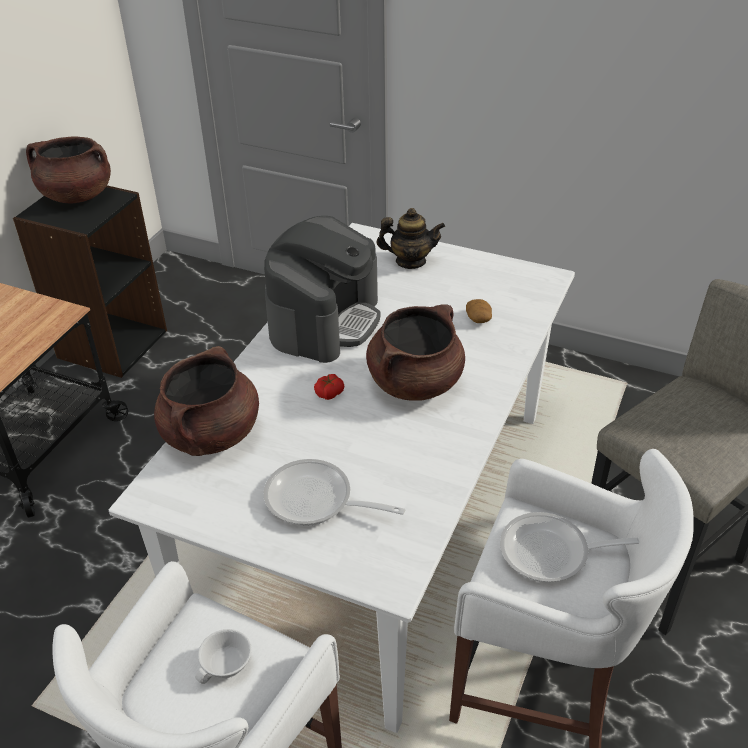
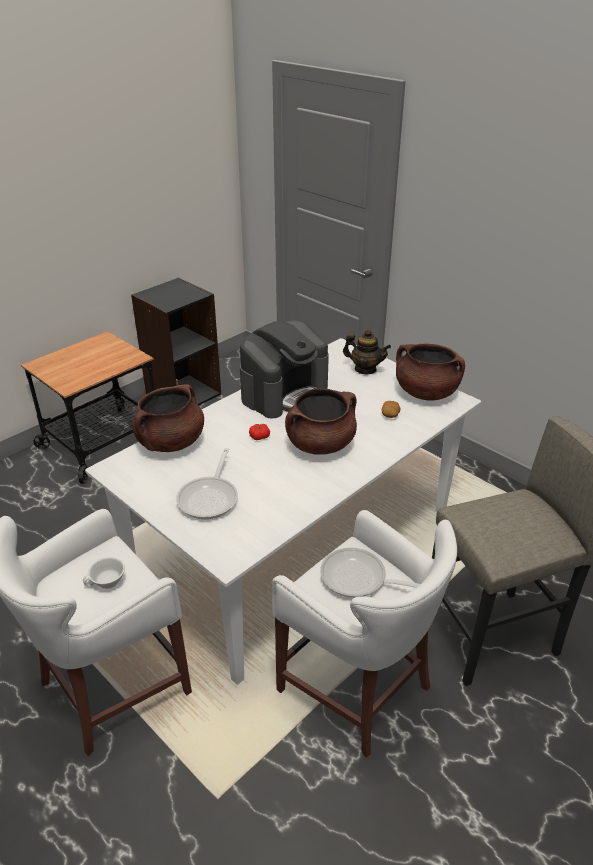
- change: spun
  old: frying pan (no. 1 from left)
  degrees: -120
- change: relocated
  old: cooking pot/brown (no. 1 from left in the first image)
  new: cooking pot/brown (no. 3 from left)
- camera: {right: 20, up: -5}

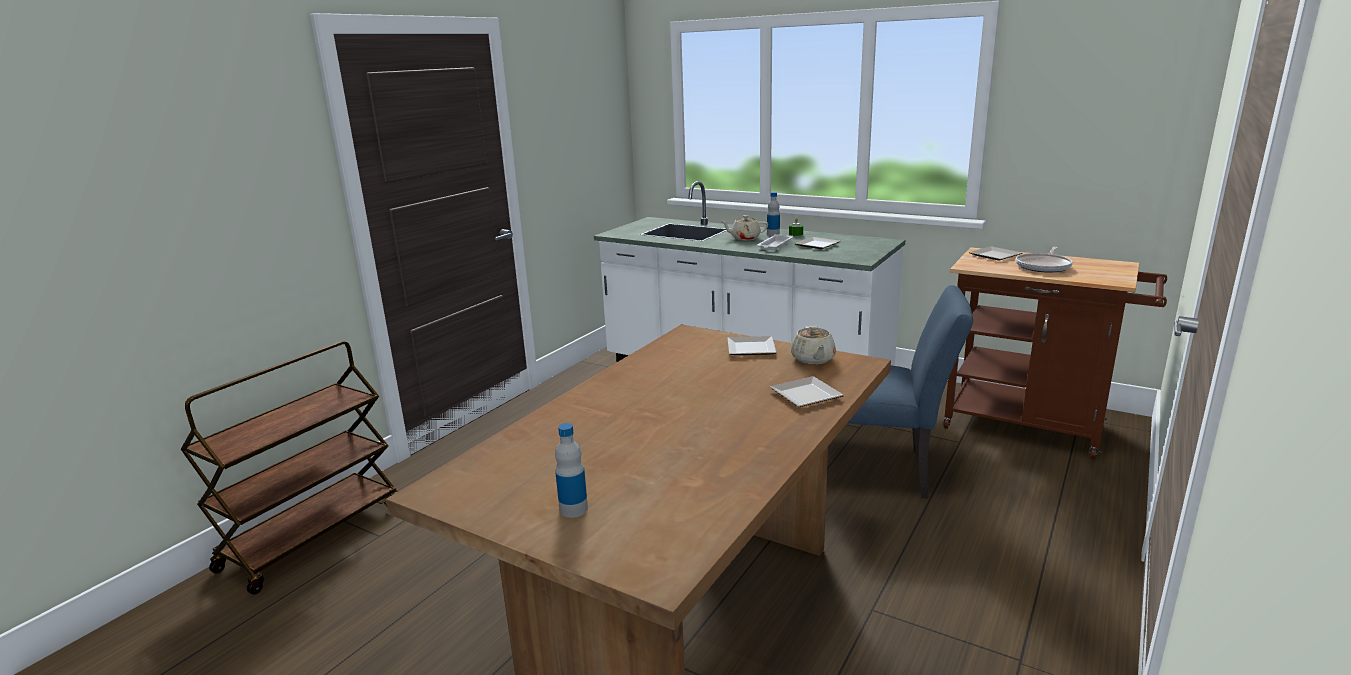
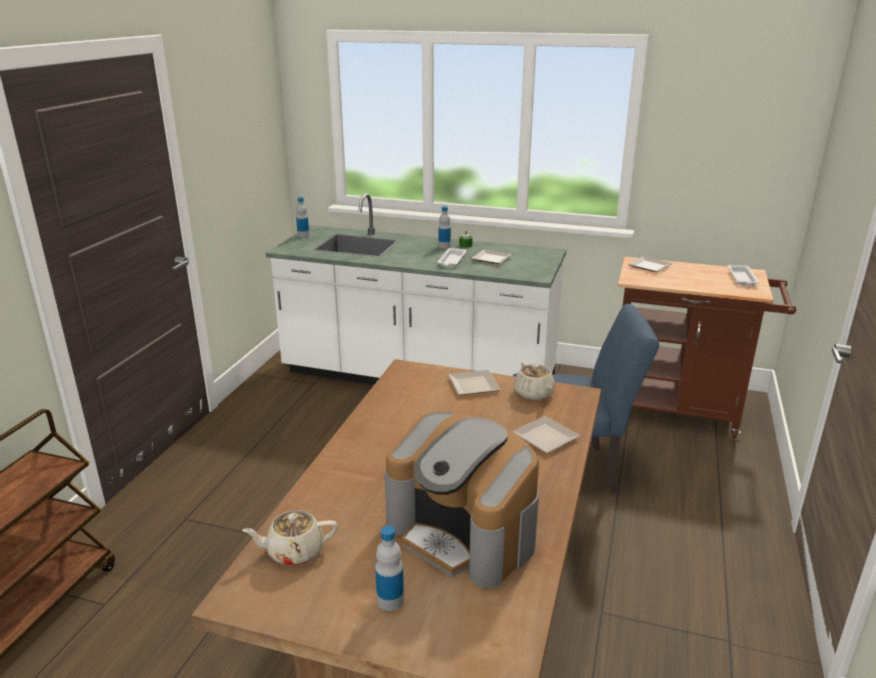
- change: relocated
  old: teapot/beige (no. 1 from left)
- change: appeared
  new: bottle (no. 1 from left)
- change: appeared
  new: coffee machine
- change: appeared
  new: tray/white (no. 2 from left)
- change: missing
  old: frying pan
- camera: {right: -15, up: 5}

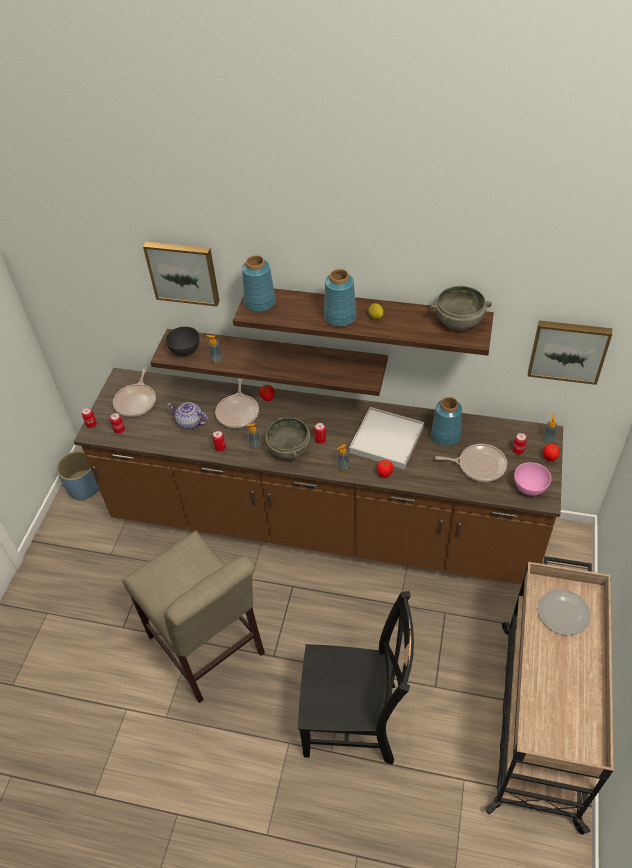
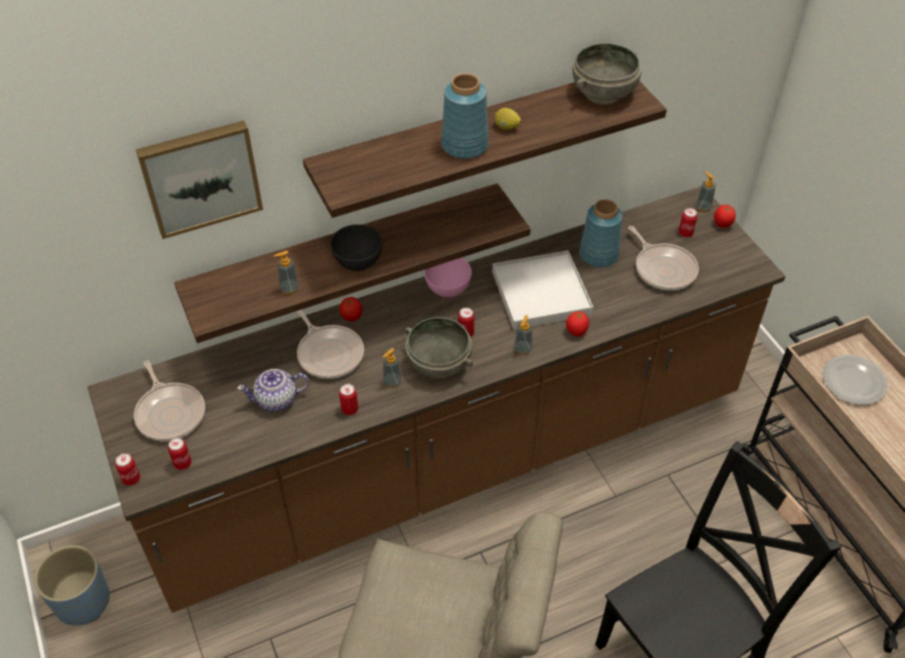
- change: relocated
  old: bowl/grey (no. 1 from left)
- change: relocated
  old: bowl/pink
- change: spun
  old: frying pan (no. 3 from left)
  degrees: 90
- change: missing
  old: vase/blue (no. 1 from left)
- change: missing
  old: picture (no. 2 from left)
- camera: {right: -40, up: 0}

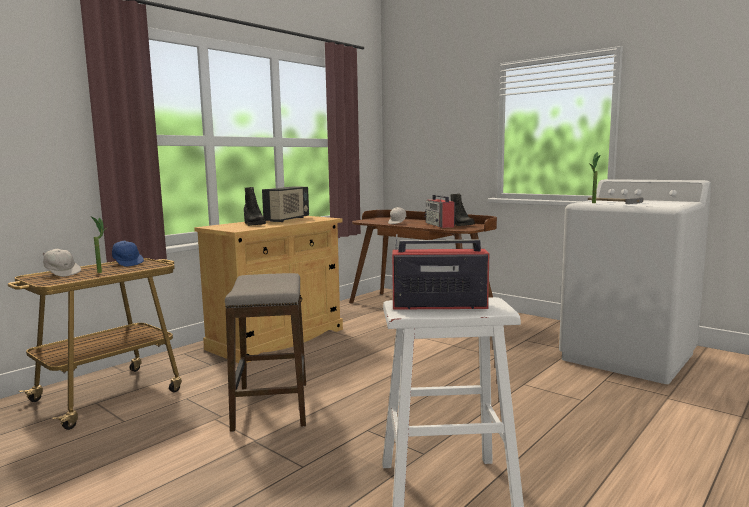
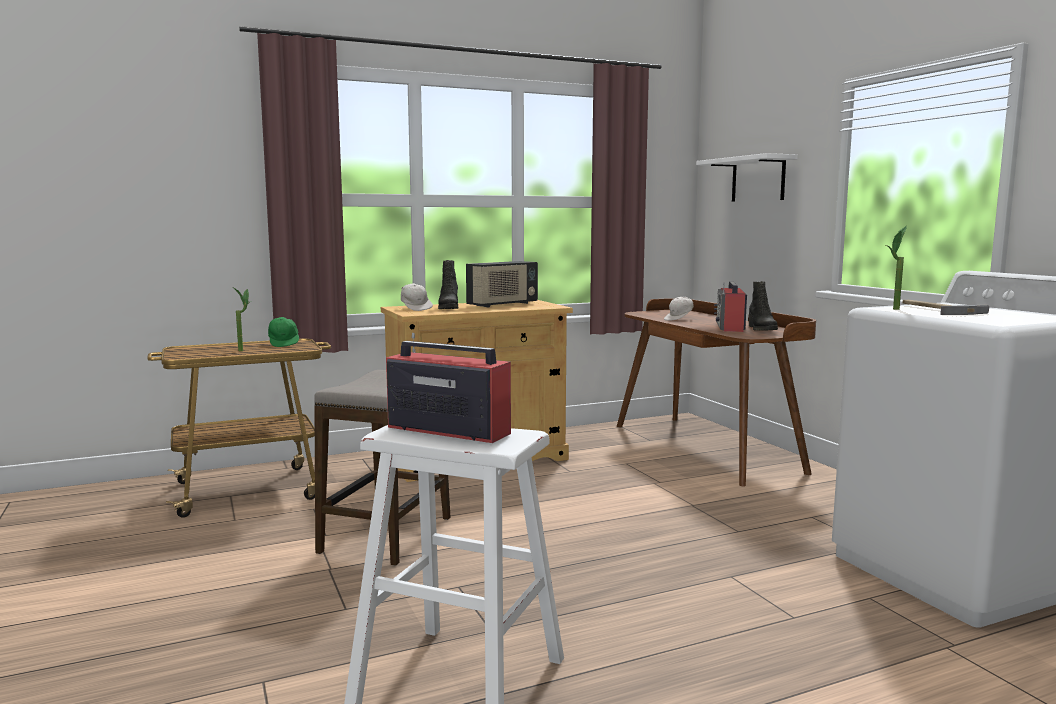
- change: colour
  old: cap/blue
  new: cap/green
- change: relocated
  old: cap/white (no. 1 from left)
- change: appeared
  new: shelf/white
- camera: {right: 25, up: 0}

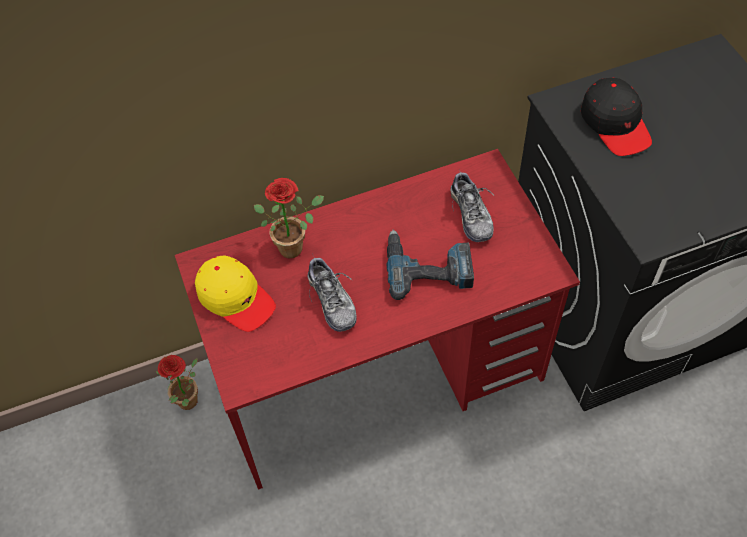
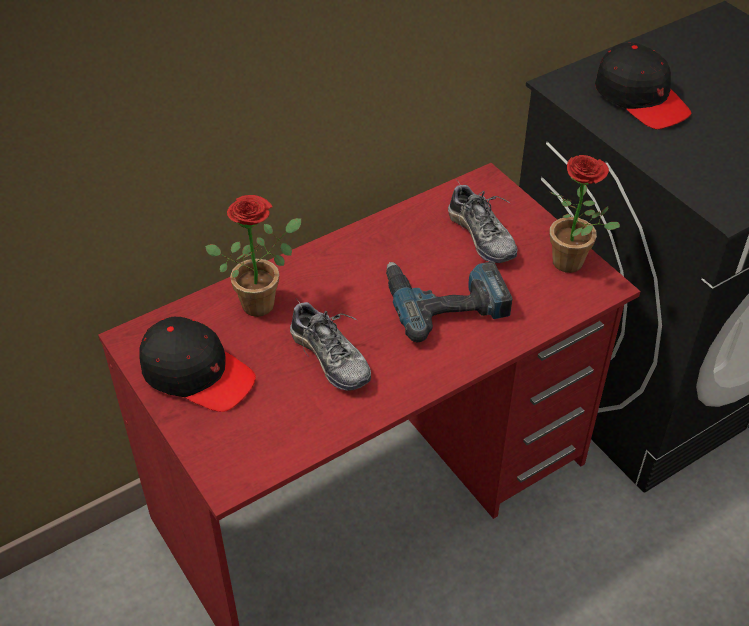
- change: colour
  old: cap/yellow
  new: cap/black (no. 1 from left)
- change: relocated
  old: potted plant (no. 1 from left in the first image)
  new: potted plant (no. 2 from left)
- camera: {right: -15, up: -10}

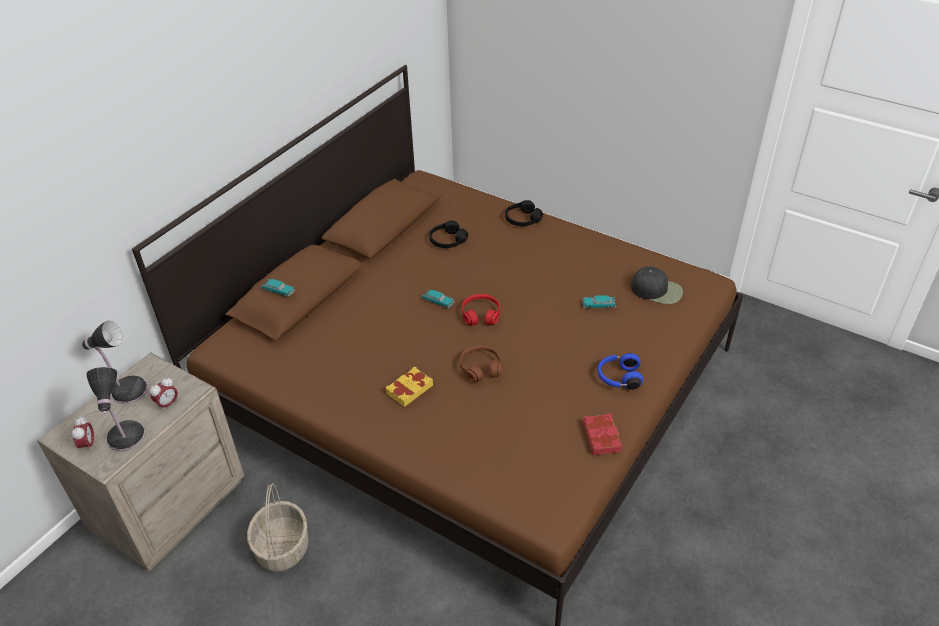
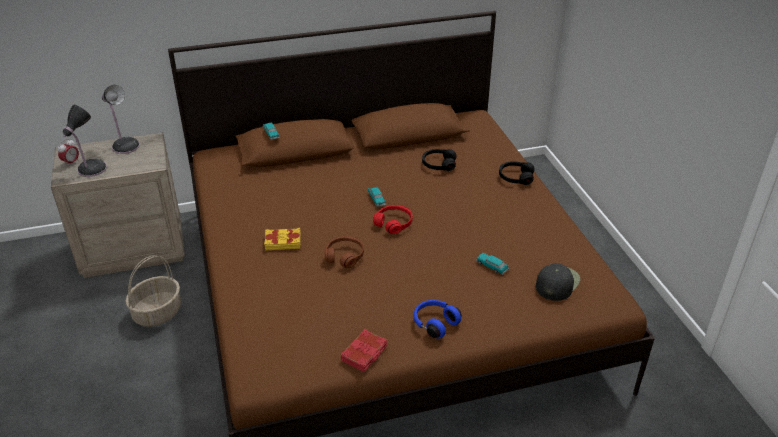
- change: spun
  old: cap/black
  degrees: -120
- change: missing
  old: alarm clock (no. 2 from left)
- camera: {right: 40, up: -5}

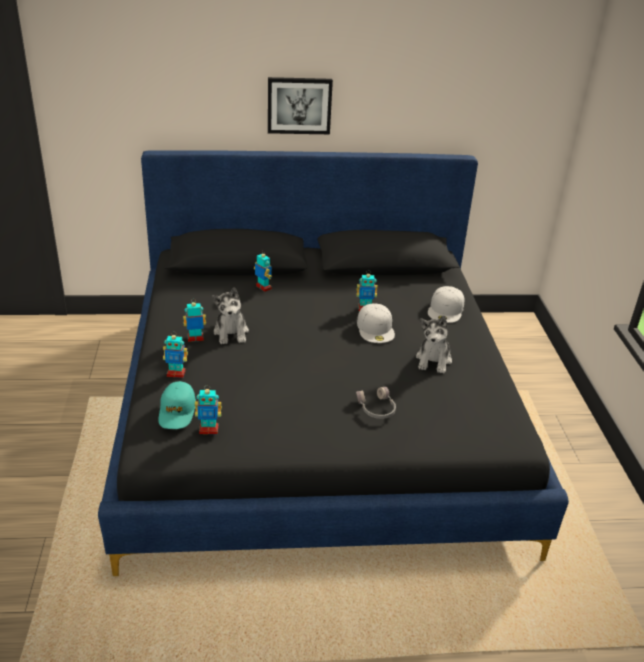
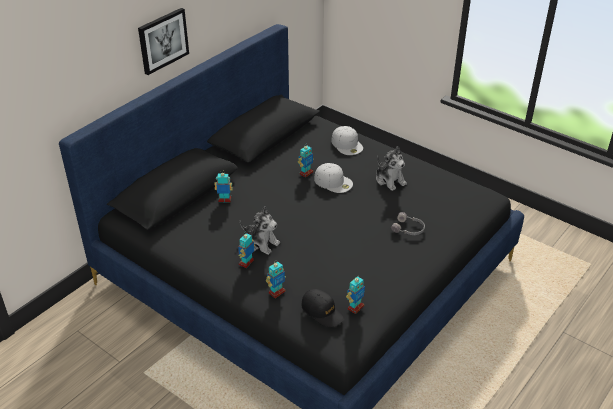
- change: colour
  old: cap/turquoise
  new: cap/black
- camera: {right: -45, up: 5}

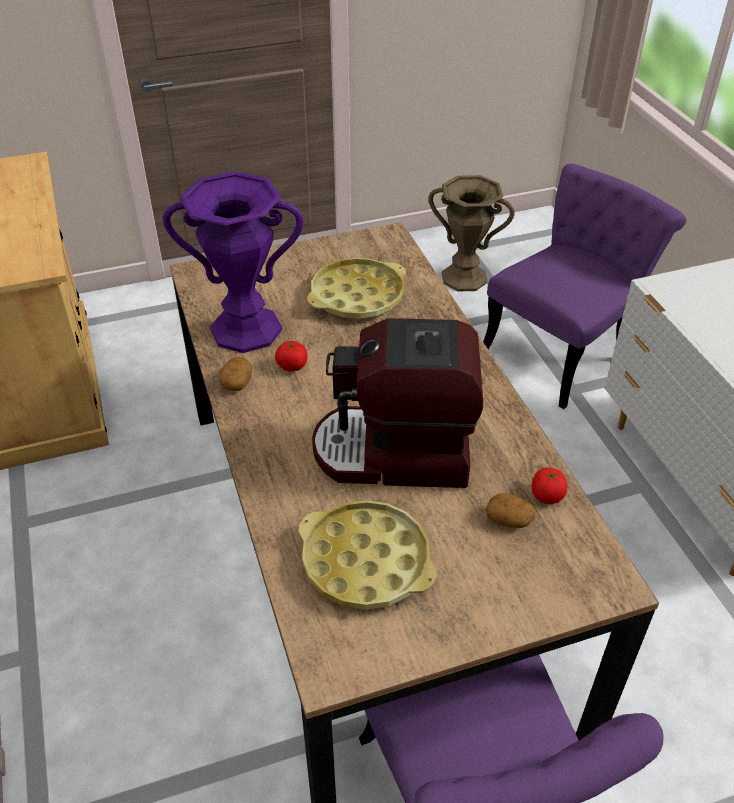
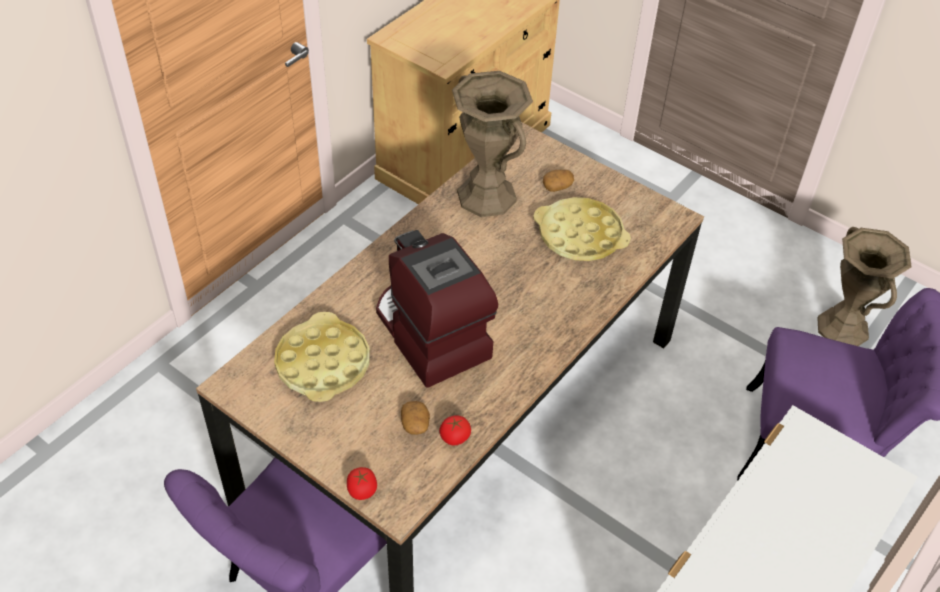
- change: relocated
  old: tomato (no. 1 from left)
- change: colour
  old: vase/purple
  new: vase/brown (no. 1 from left)
- change: relocated
  old: potato (no. 1 from left in the first image)
  new: potato (no. 2 from left)
- camera: {right: 55, up: 5}

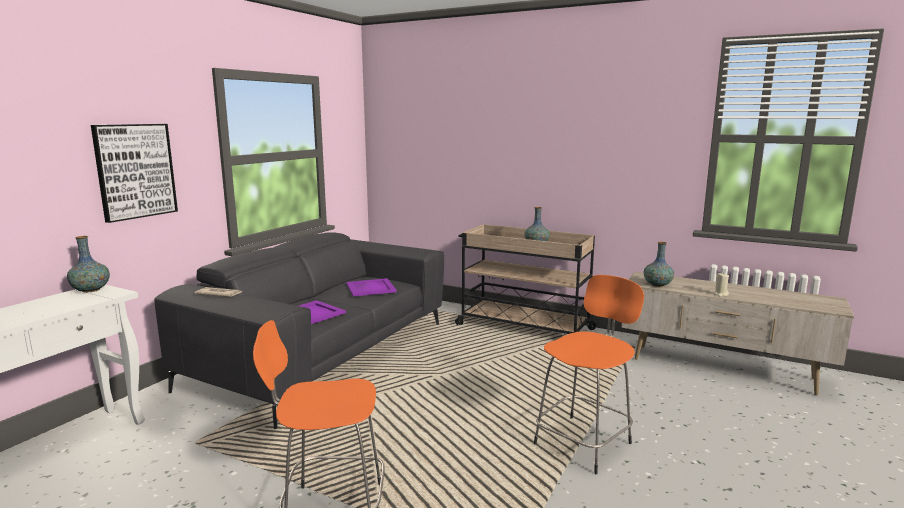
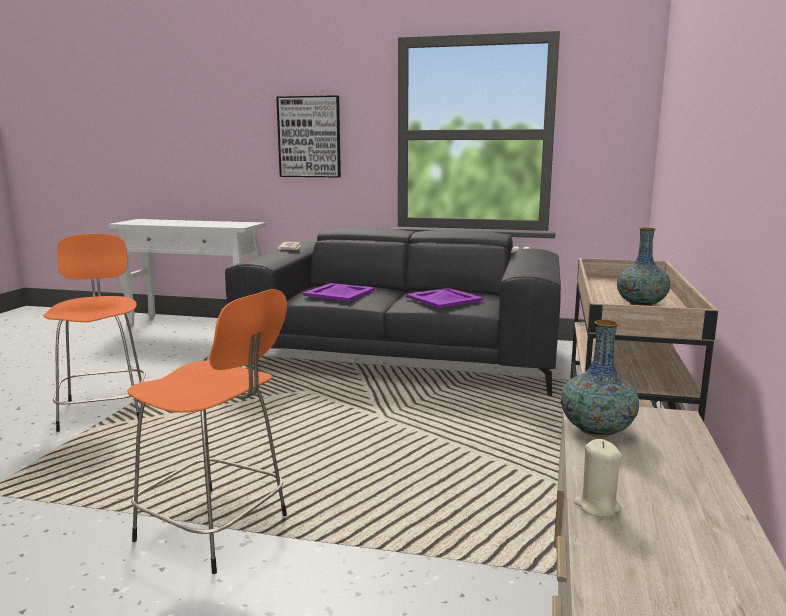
- change: missing
  old: vase (no. 1 from left)
- camera: {right: 75, up: 0}

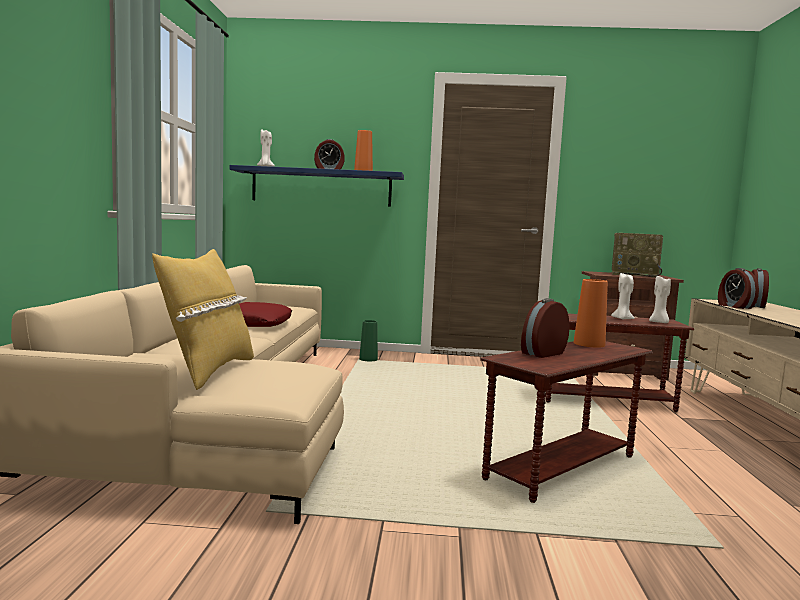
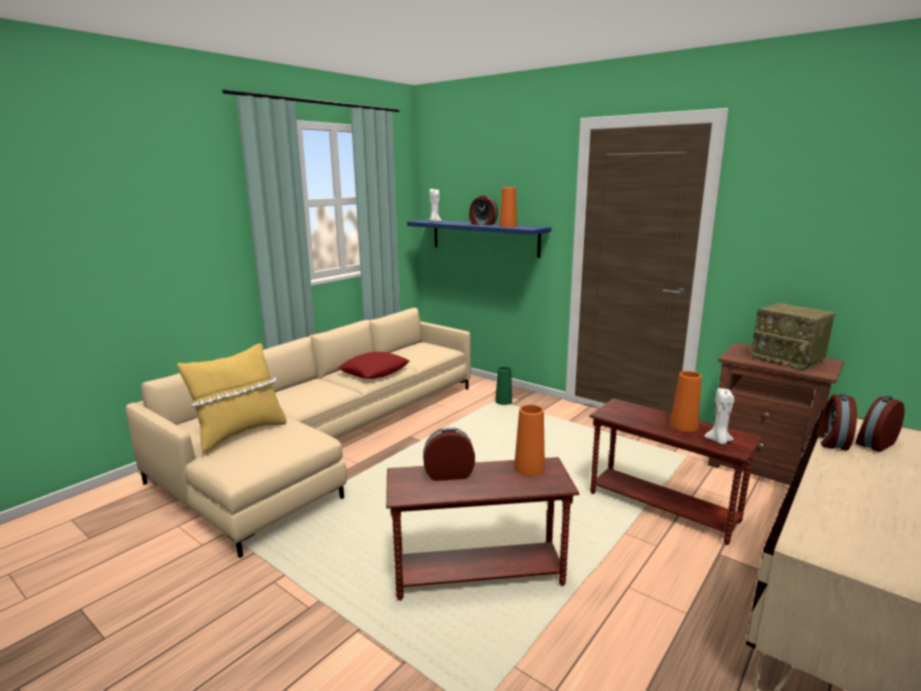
- change: exchanged
  old: candle/white (no. 2 from left)
  new: vase/orange (no. 3 from left)
- camera: {right: 35, up: 10}

